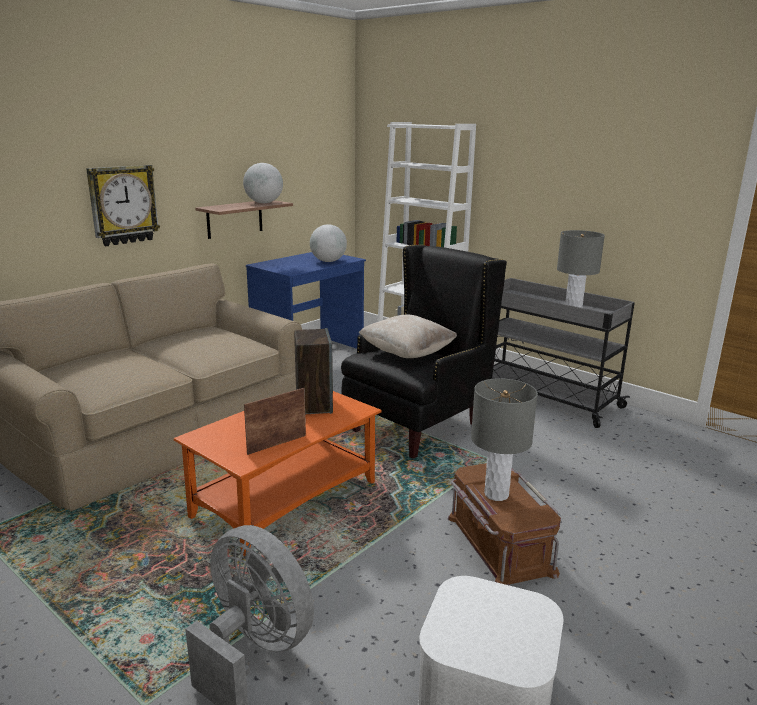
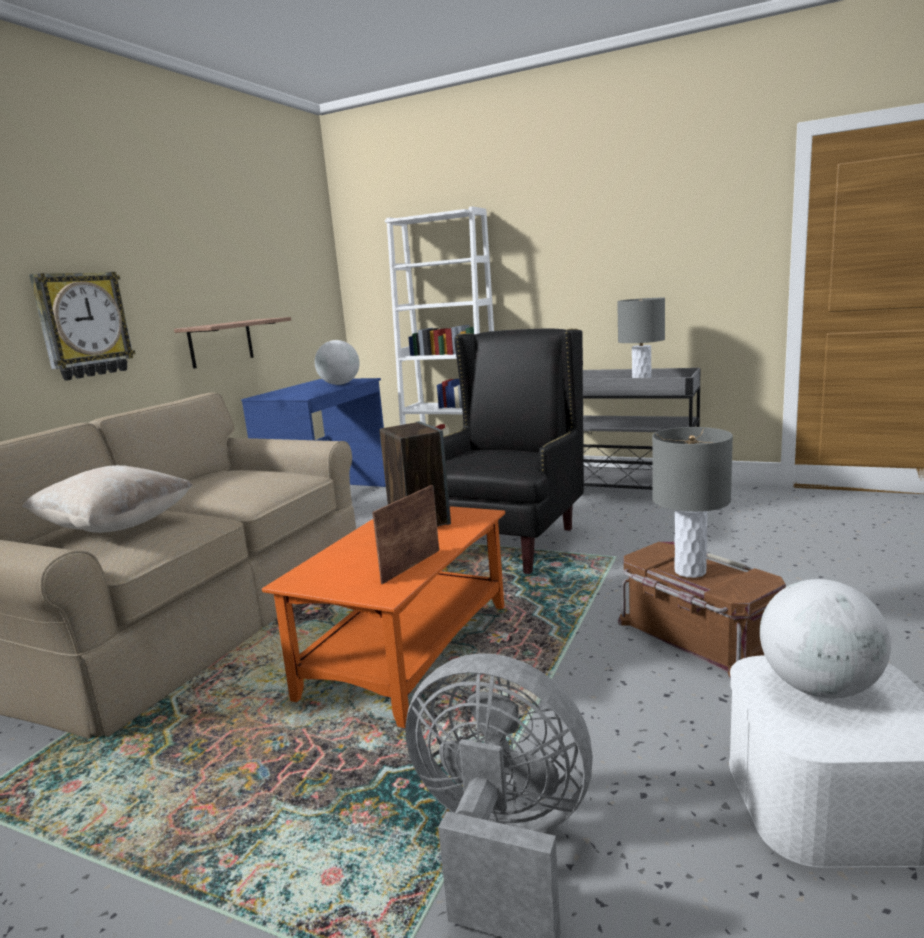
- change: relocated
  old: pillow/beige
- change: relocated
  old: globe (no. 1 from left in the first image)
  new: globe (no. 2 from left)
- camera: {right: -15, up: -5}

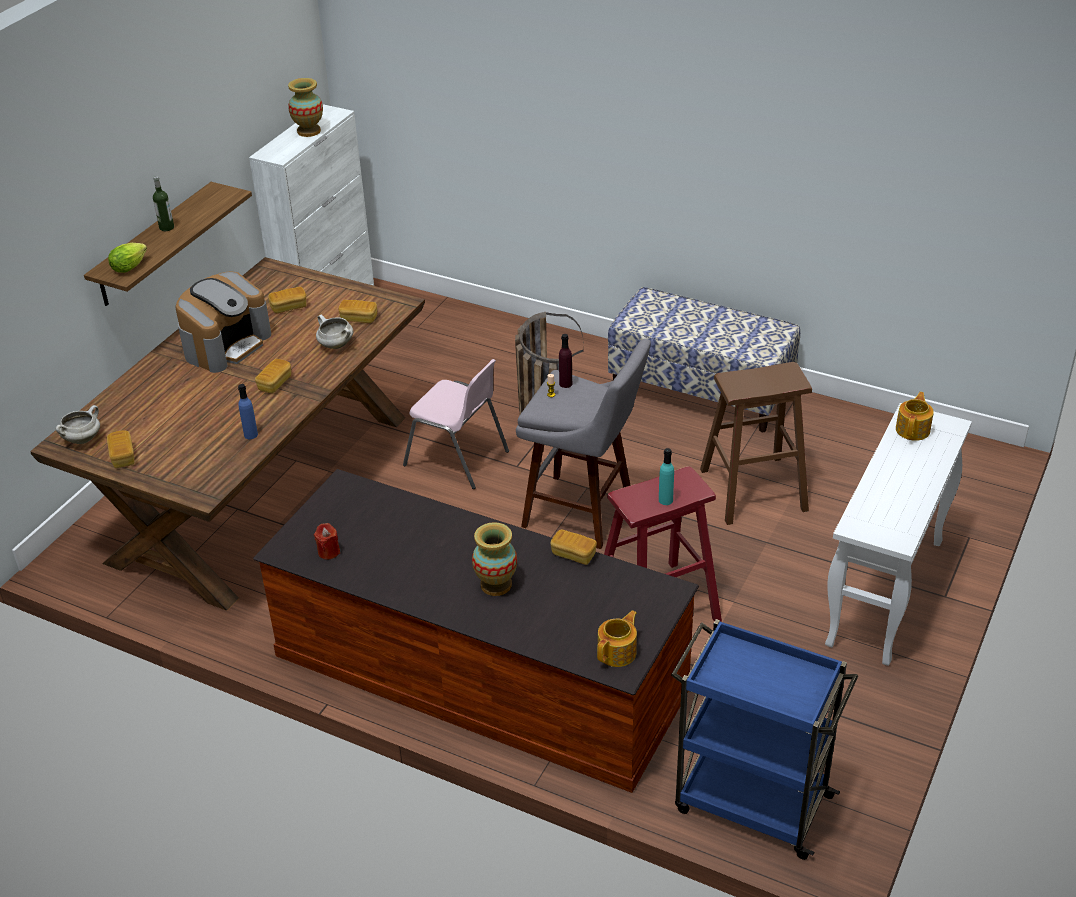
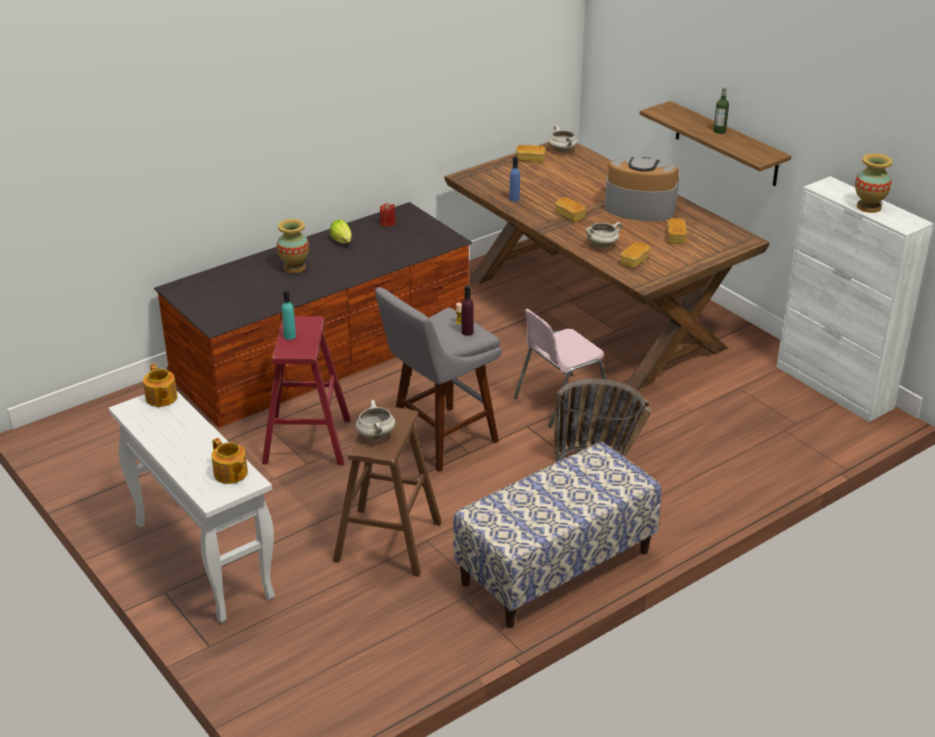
- change: relocated
  old: teapot (no. 1 from left)
- change: relocated
  old: lettuce
- change: appeared
  new: cooking pot/white (no. 1 from left)
- change: spun
  old: coffee machine
  degrees: 135
- change: missing
  old: bread (no. 5 from left)
- change: missing
  old: cart/blue
- camera: {right: 115, up: -5}

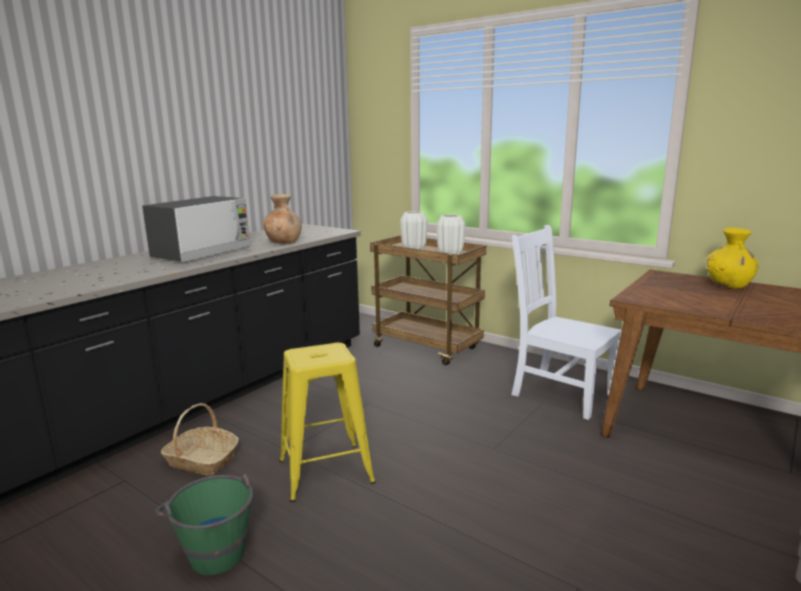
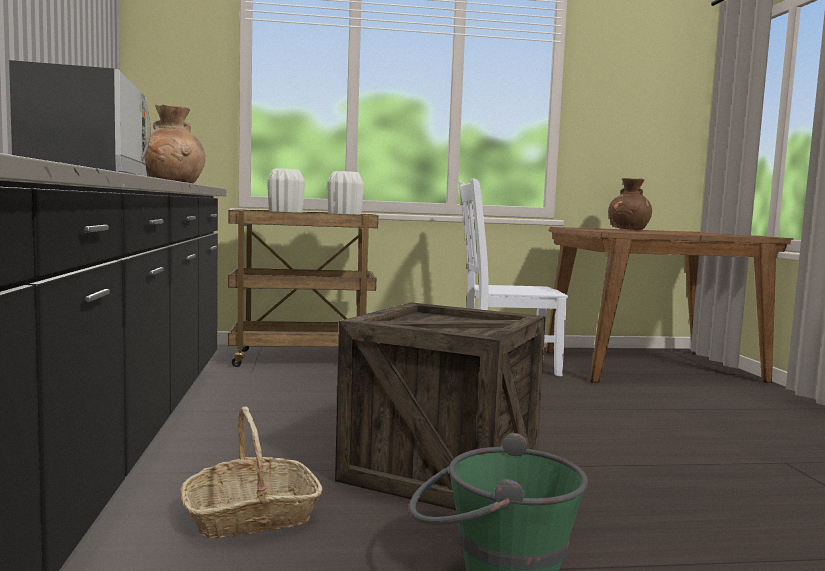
- change: exchanged
  old: stool/yellow
  new: crate
- change: colour
  old: vase/yellow
  new: vase/brown (no. 2 from left)
- camera: {right: -45, up: -10}

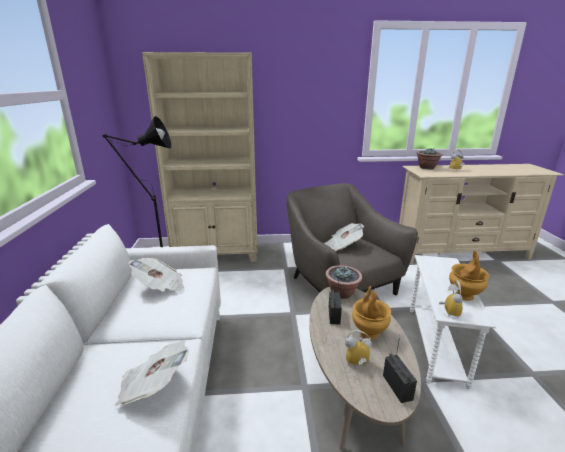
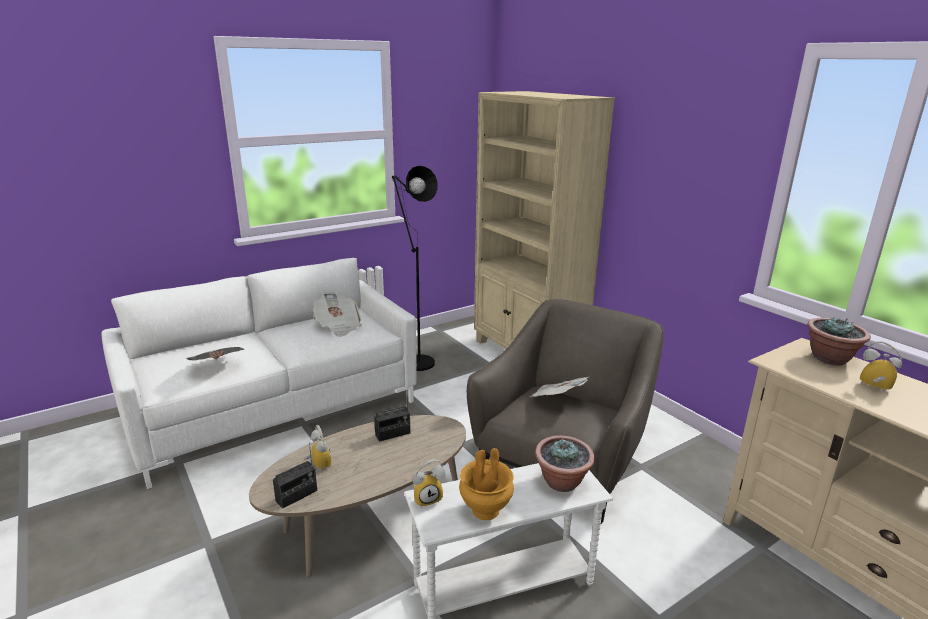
- change: relocated
  old: potted plant (no. 1 from left)
- change: missing
  old: vase/brown (no. 1 from left)
- camera: {right: 60, up: 0}

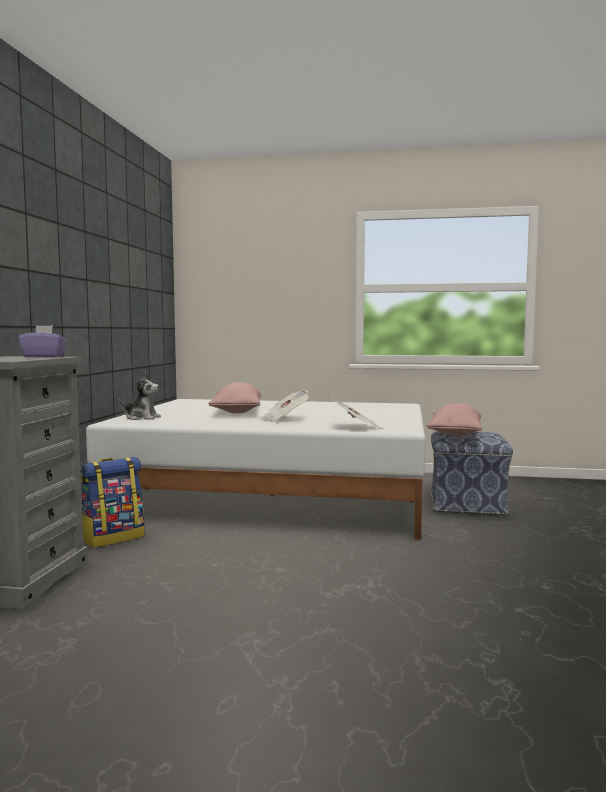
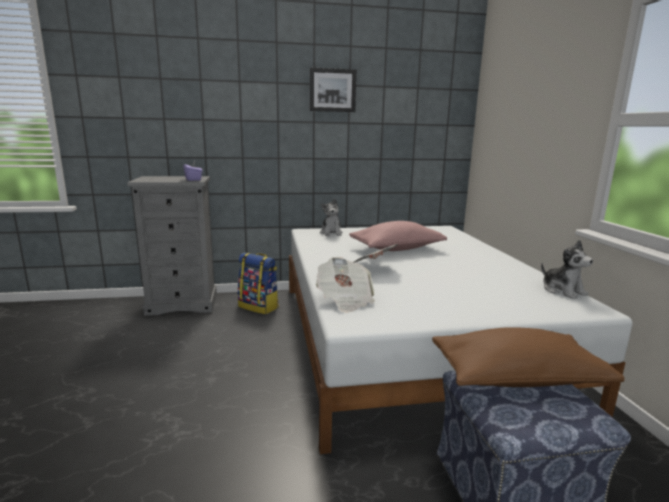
- change: appeared
  new: picture
- change: colour
  old: pillow/pink (no. 2 from left)
  new: pillow/brown
- change: appeared
  new: plush toy (no. 2 from left)
- camera: {right: 70, up: 10}

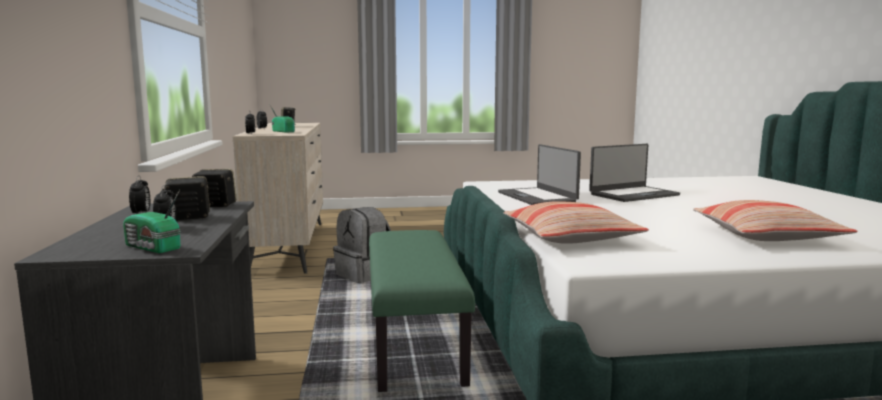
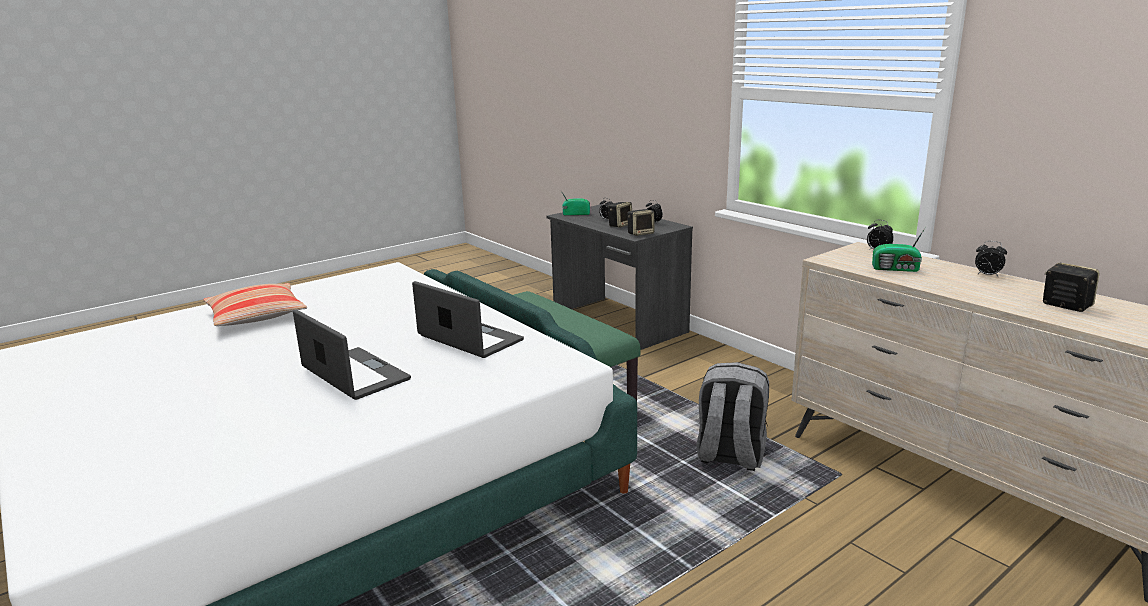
- change: spun
  old: laptop (no. 2 from left in the first image)
  degrees: 105
- change: missing
  old: pillow (no. 1 from left)
- camera: {right: 150, up: 10}

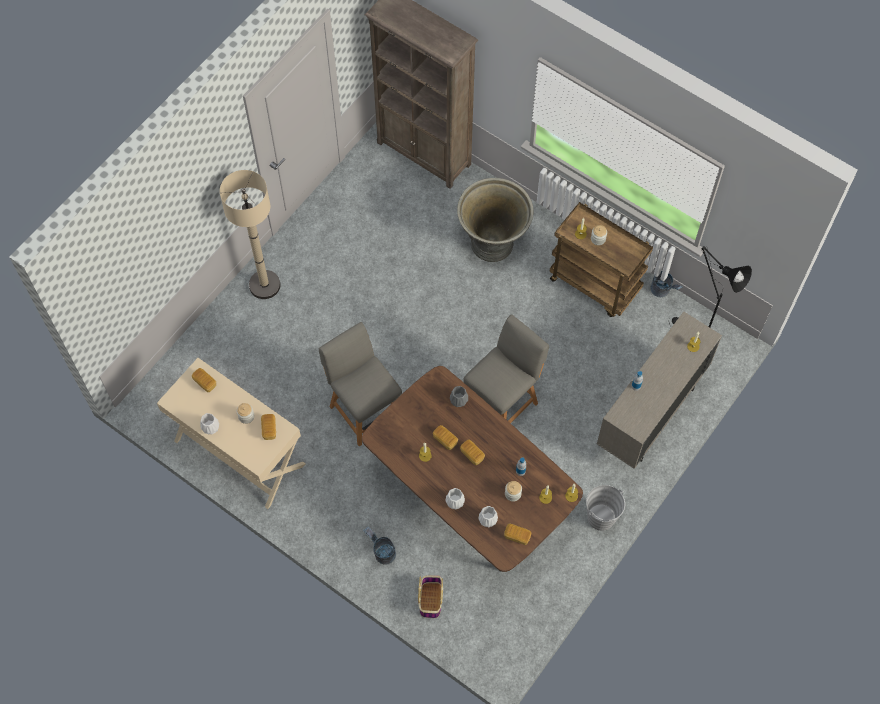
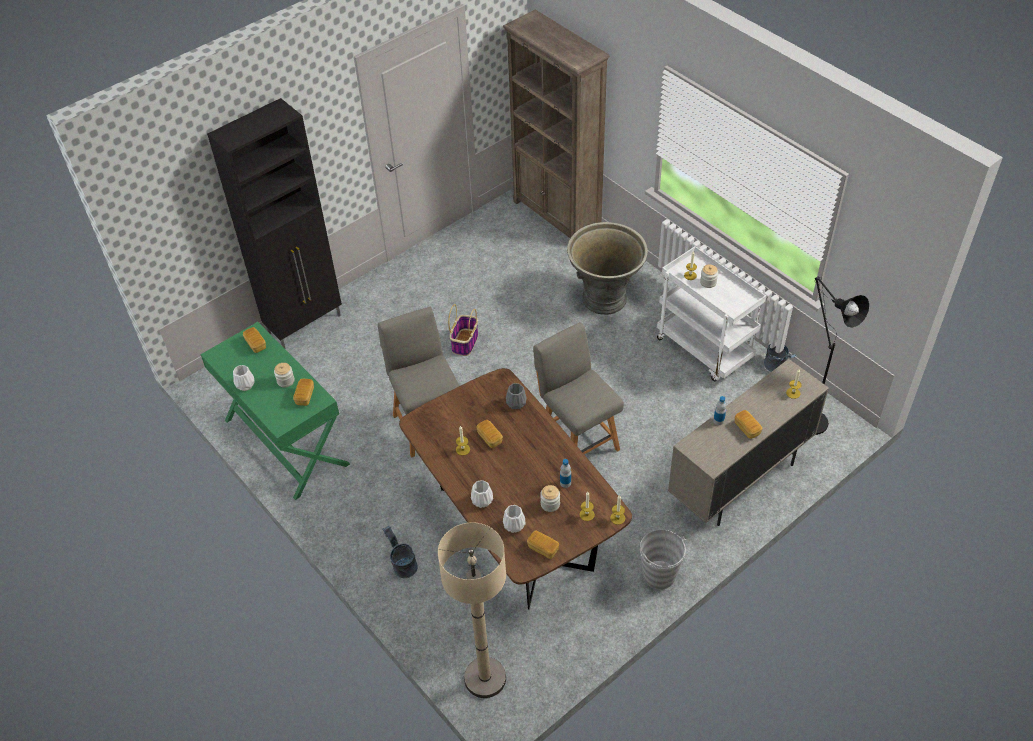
- change: colour
  old: console table/beige
  new: console table/green
- change: appeared
  new: cabinet/black
- change: relocated
  old: floor lamp/beige
- change: relocated
  old: basket
- change: spun
  old: chair/grey (no. 2 from left)
  degrees: -90
- change: colour
  old: cart/brown
  new: cart/white
- change: relocated
  old: bread (no. 4 from left in the first image)
  new: bread (no. 5 from left)
- camera: {right: 15, up: -15}

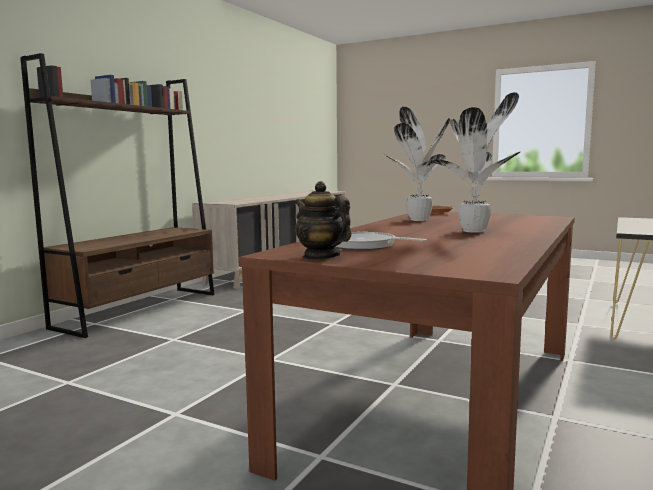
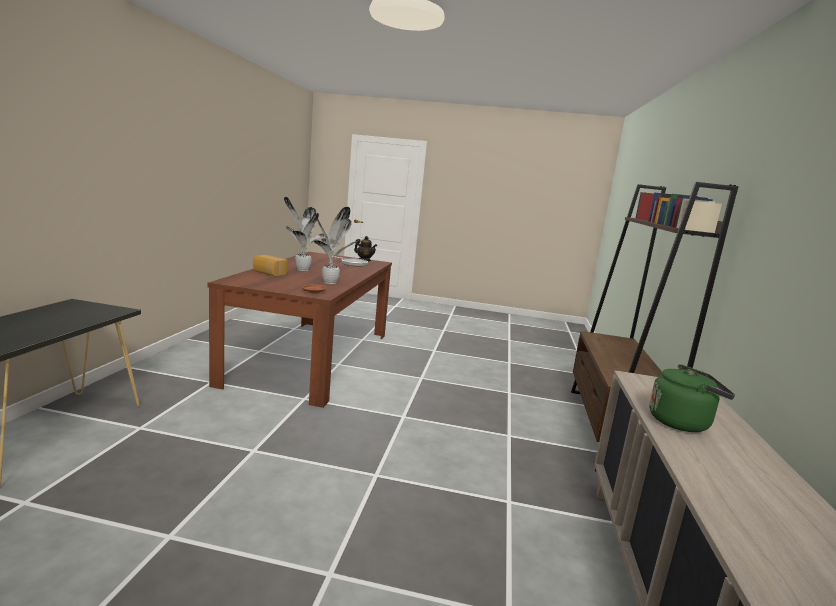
- change: appeared
  new: bread
- change: appeared
  new: kettle/green
- camera: {right: 160, up: 5}

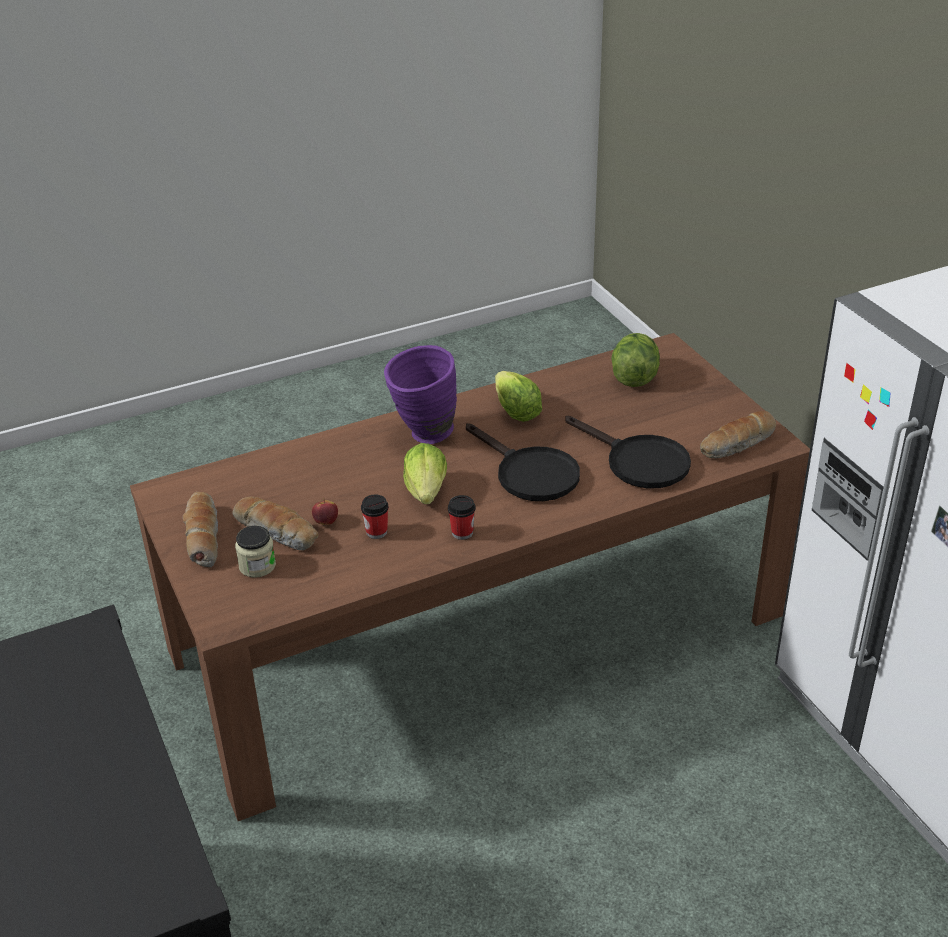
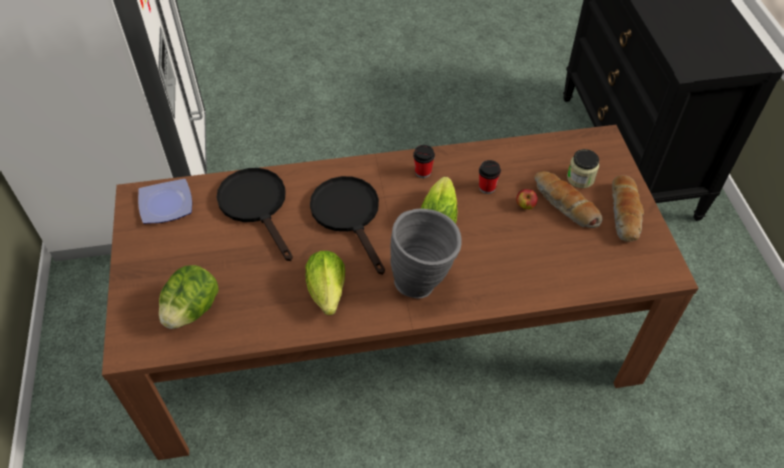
- change: exchanged
  old: bread (no. 3 from left)
  new: plate
- change: colour
  old: vase/purple
  new: vase/grey
- camera: {right: -165, up: 15}

